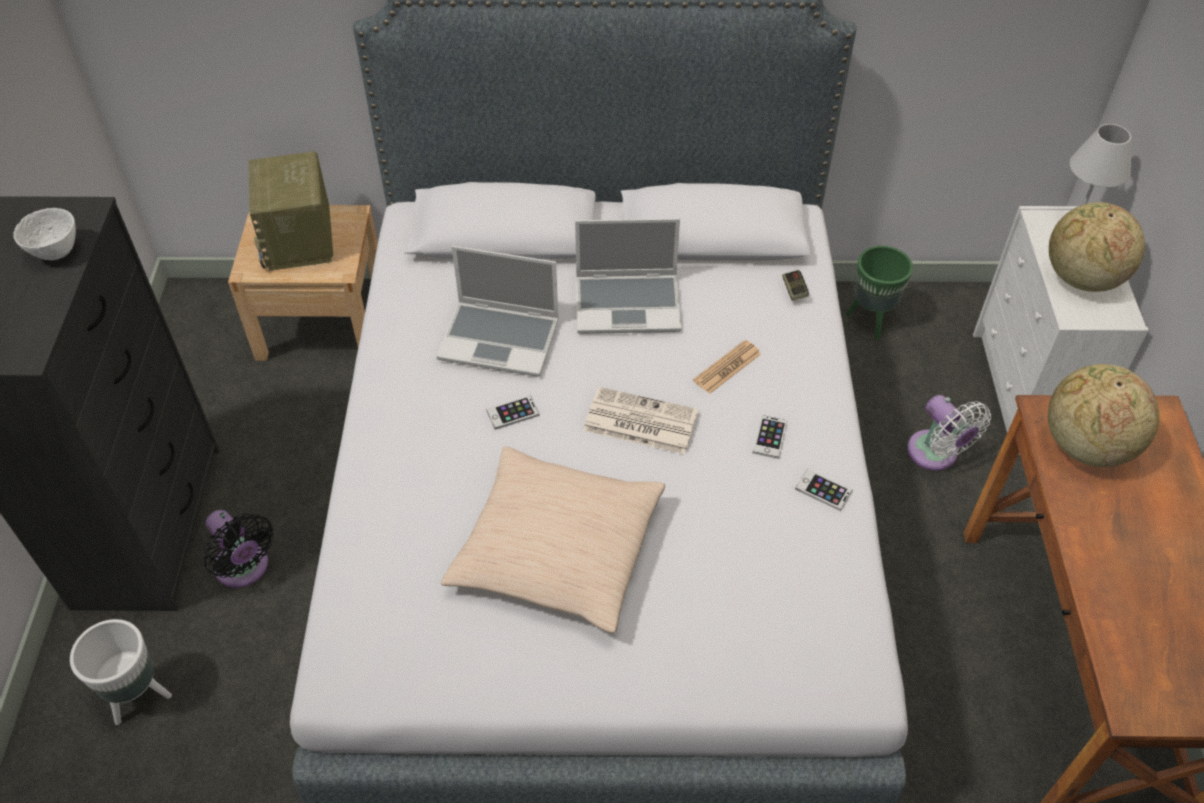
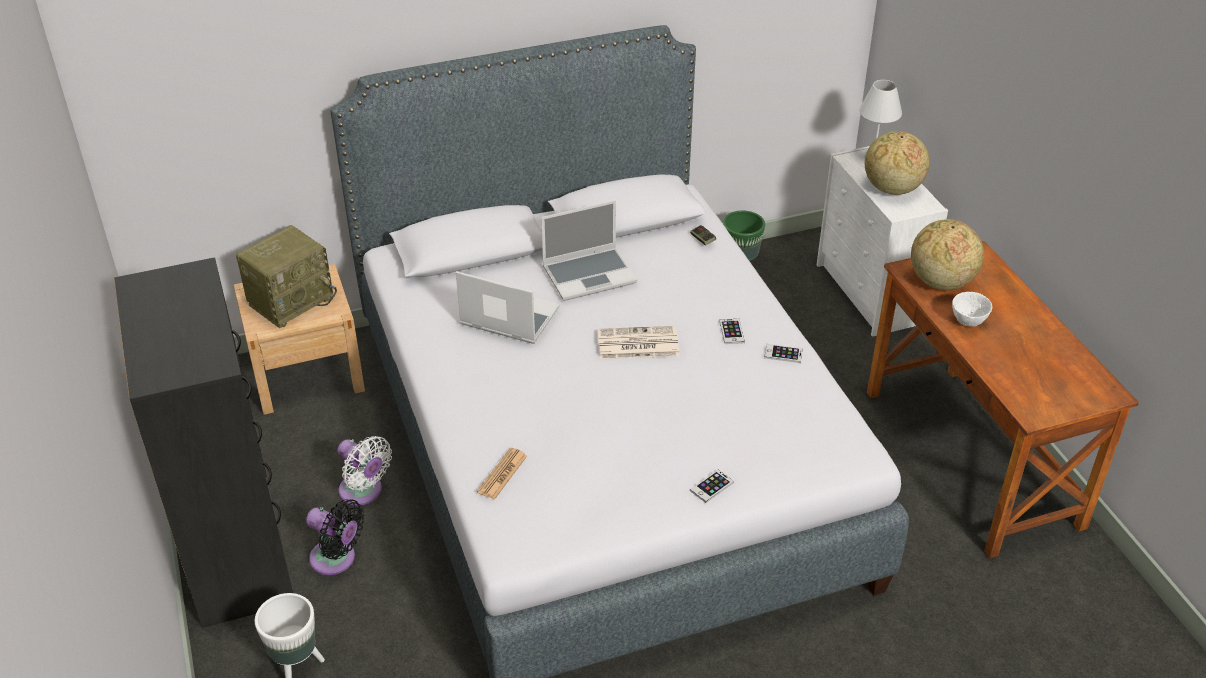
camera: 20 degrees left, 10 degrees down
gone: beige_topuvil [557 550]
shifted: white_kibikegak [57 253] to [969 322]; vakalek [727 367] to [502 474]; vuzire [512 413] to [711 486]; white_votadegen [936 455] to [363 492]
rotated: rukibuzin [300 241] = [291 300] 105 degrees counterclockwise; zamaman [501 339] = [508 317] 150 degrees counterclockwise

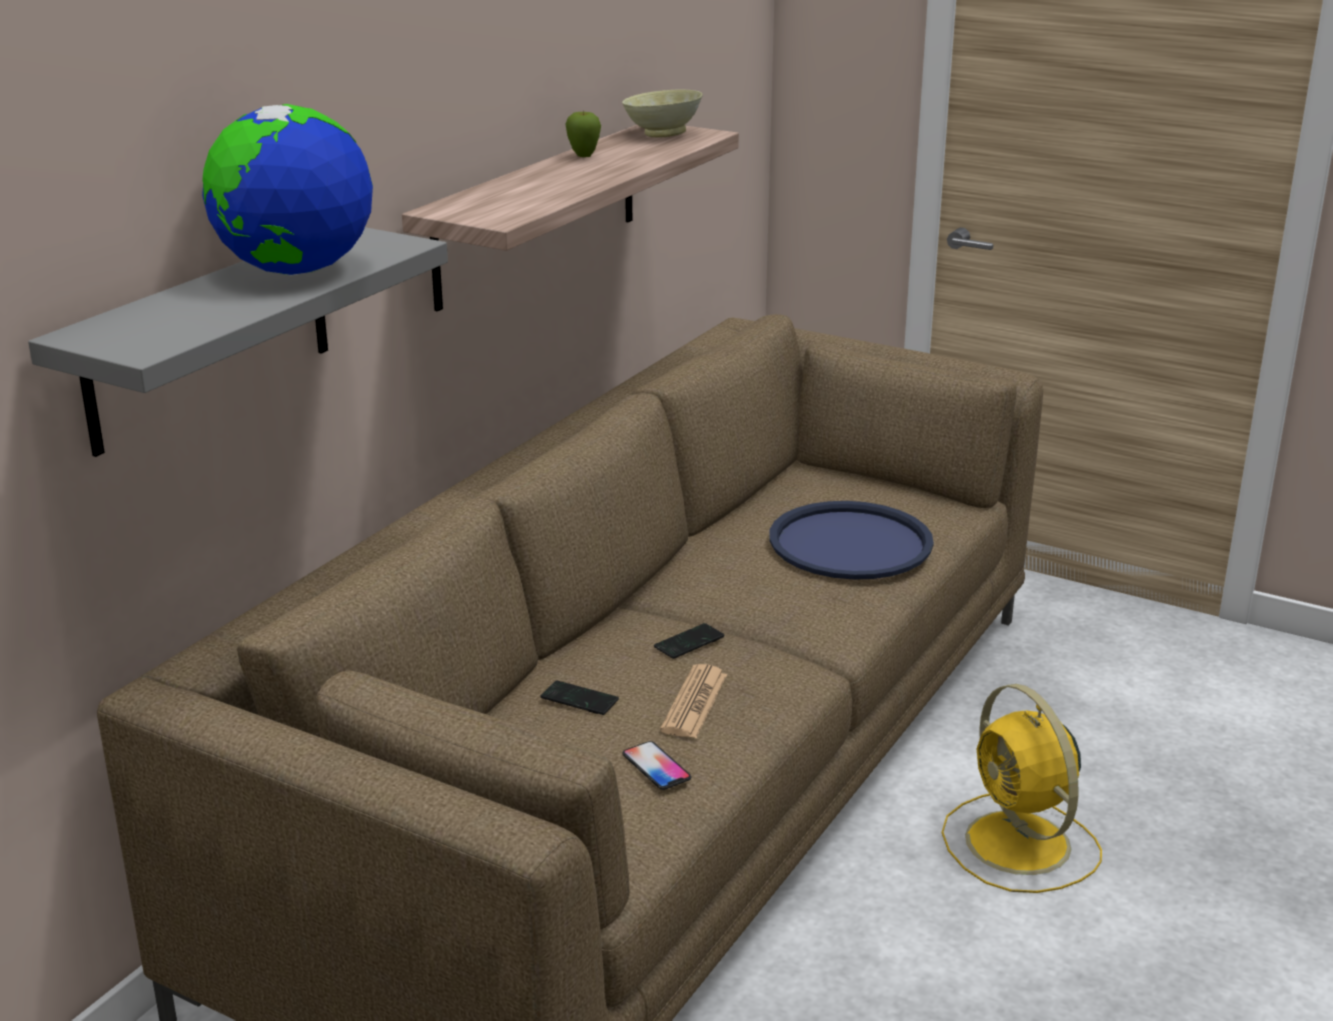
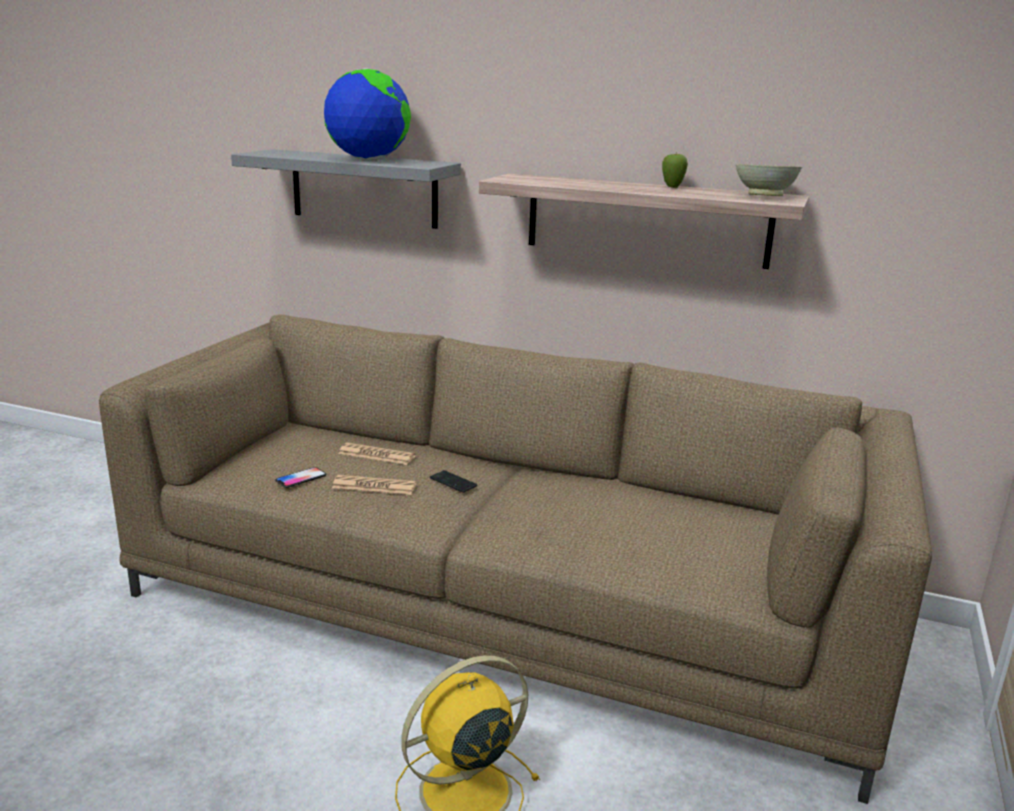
camera: 80 degrees right, 5 degrees down
gone: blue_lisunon [850 543]
swapped: vuzire [579 700] to vakalek [376 455]

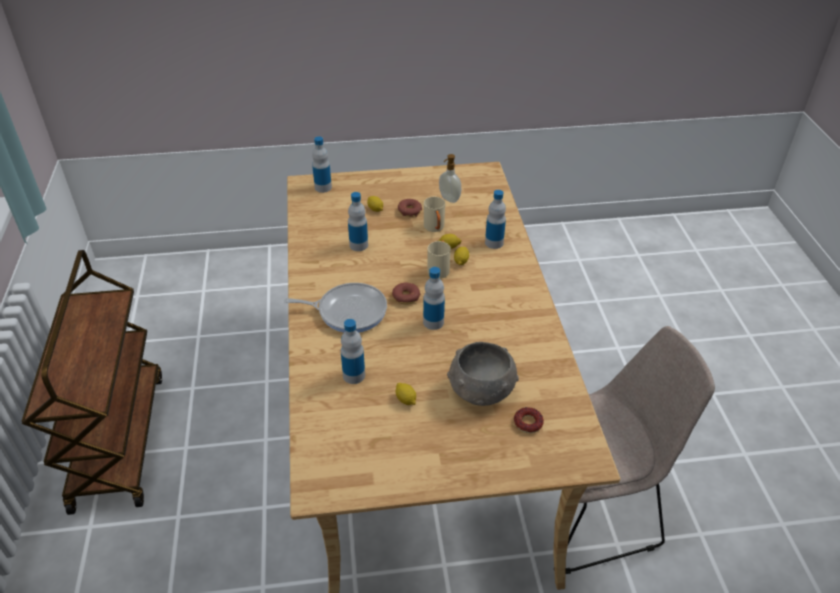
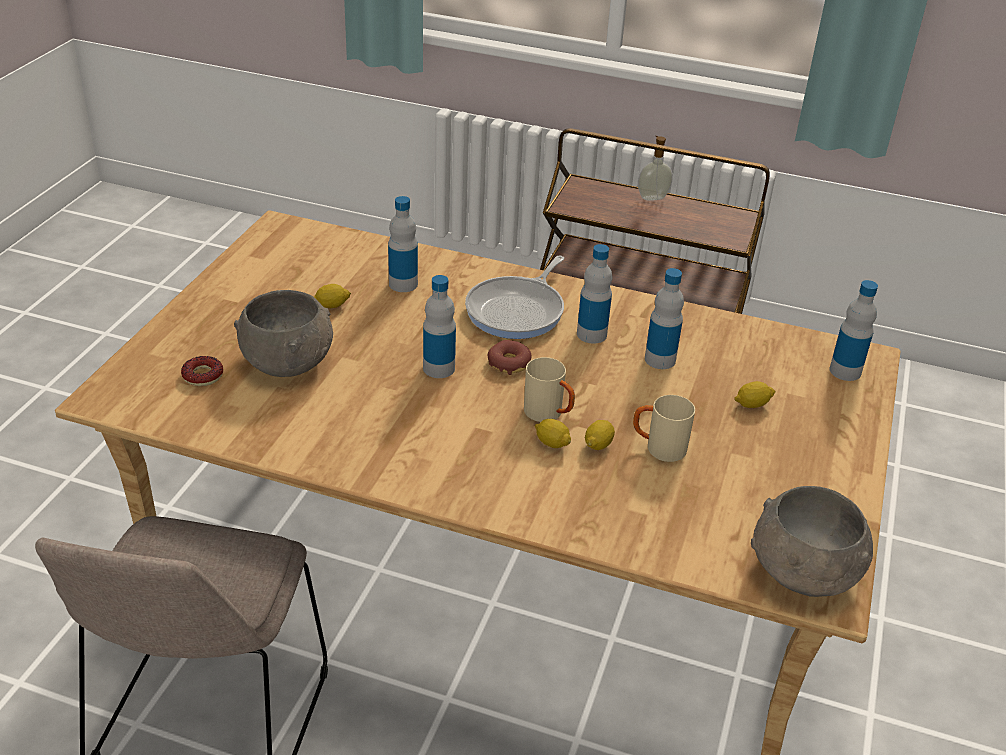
camera: 115 degrees right, 5 degrees down
gone: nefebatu [409 211]
new: grey_kibikegak [803 572]
shifted: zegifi [449 199] to [652 197]; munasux [494 243] to [591 334]

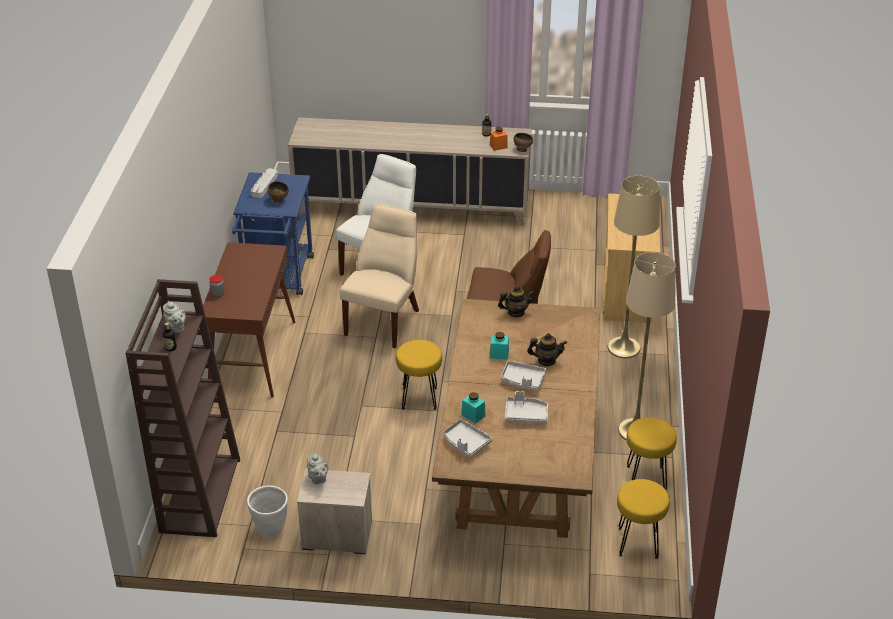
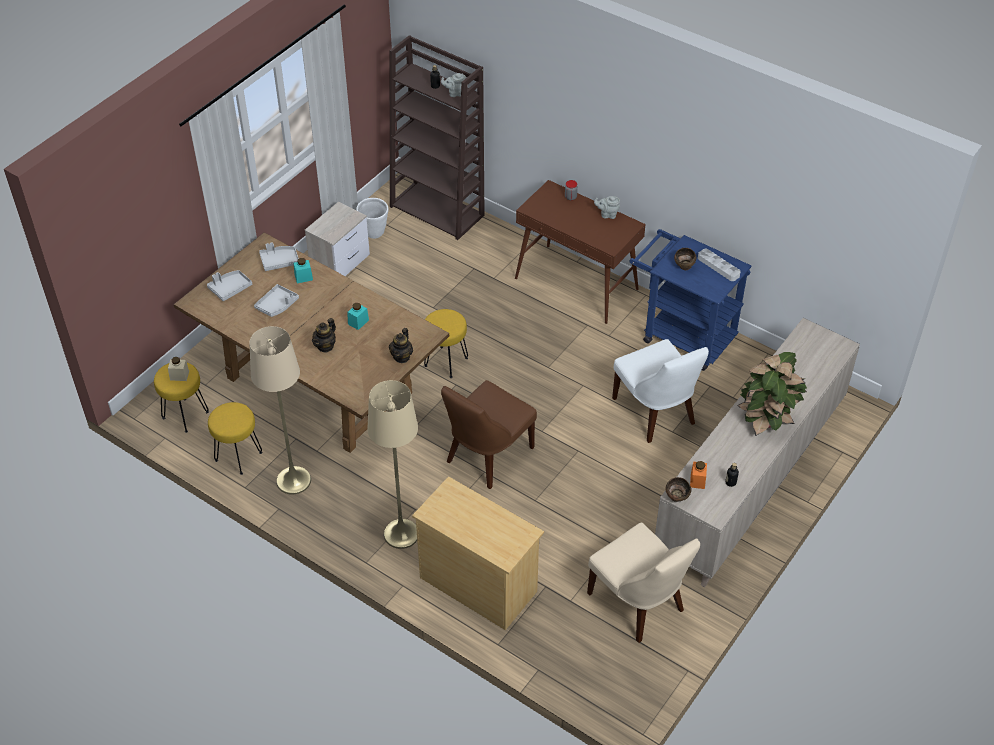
camera: 120 degrees right, 10 degrees up
new: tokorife [766 422]; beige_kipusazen [179 375]
shifted: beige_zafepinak [384 320] to [638 604]; grey_lisunon [523 381] to [230 288]; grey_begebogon [318 479] to [607 214]

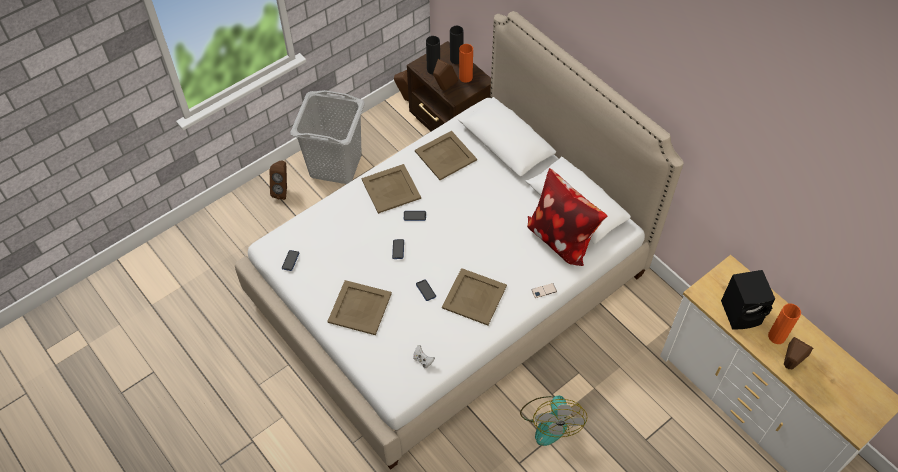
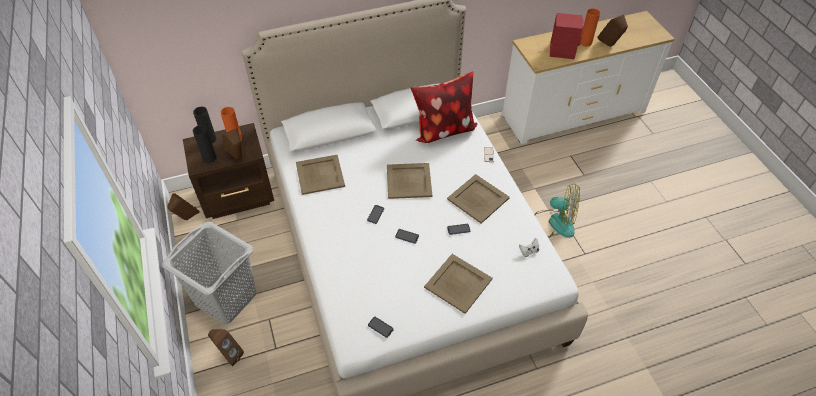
camera: 70 degrees left, 5 degrees down
shifted: beige_lisunon [391 189] to [409 180]
repainted: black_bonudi [742 313] to red_bonudi [562 50]

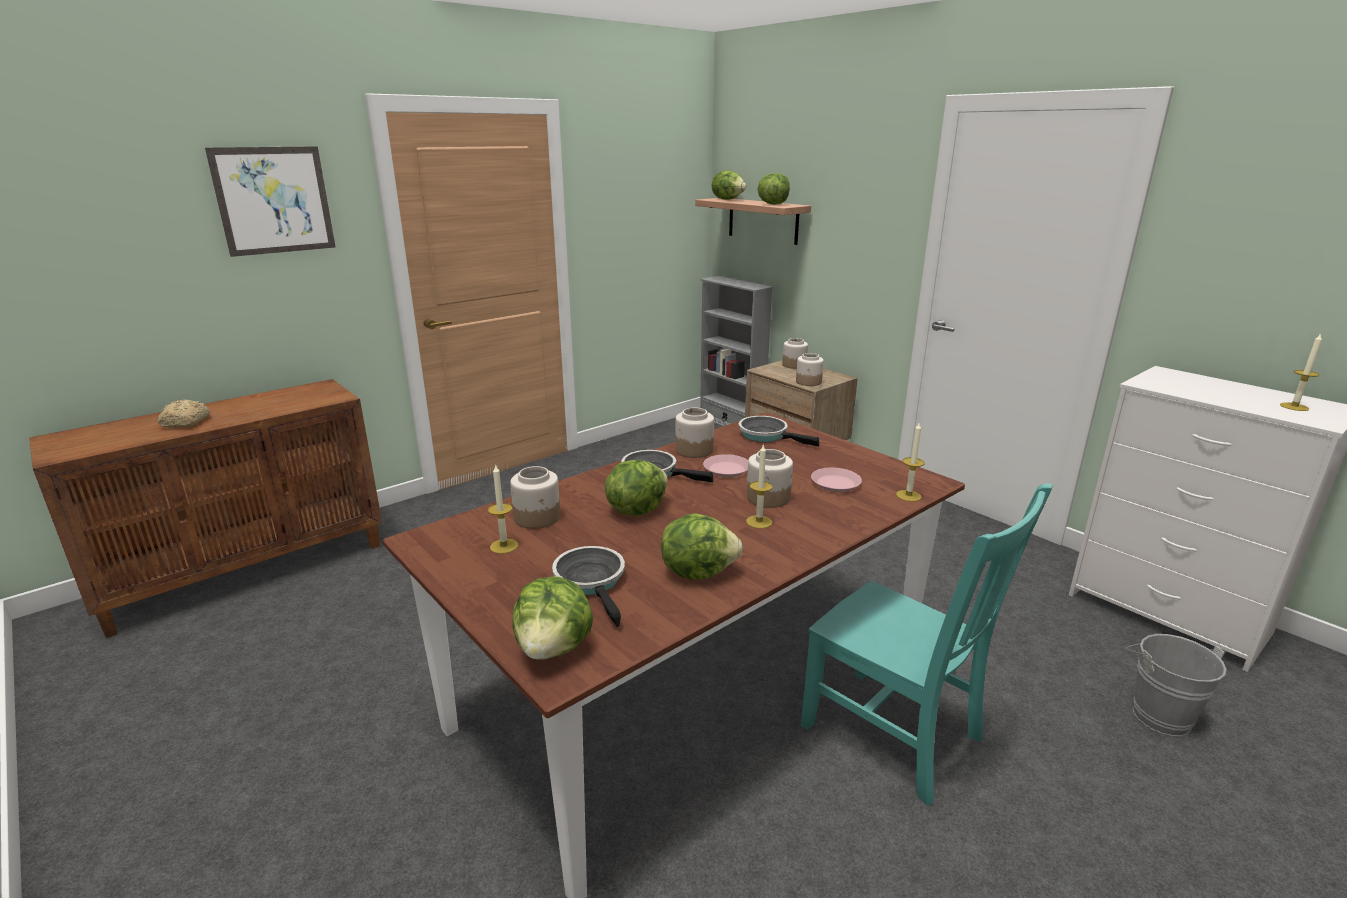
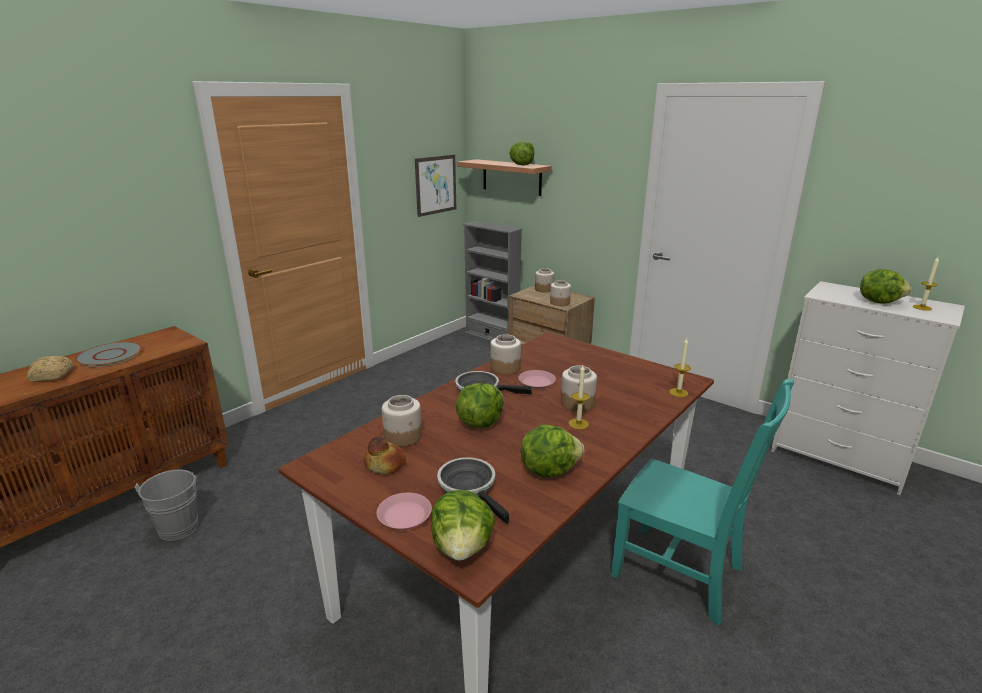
camera: 10 degrees left, 0 degrees up
gone: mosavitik [767 435]
new: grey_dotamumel [109 355]
shifted: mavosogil [274 200] to [436 185]; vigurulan [728 199] to [879 301]; pink_dotamumel [836 484] to [405 515]; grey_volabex [1157 712] to [179 525]
swapped: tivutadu [504 546] to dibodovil [385 464]

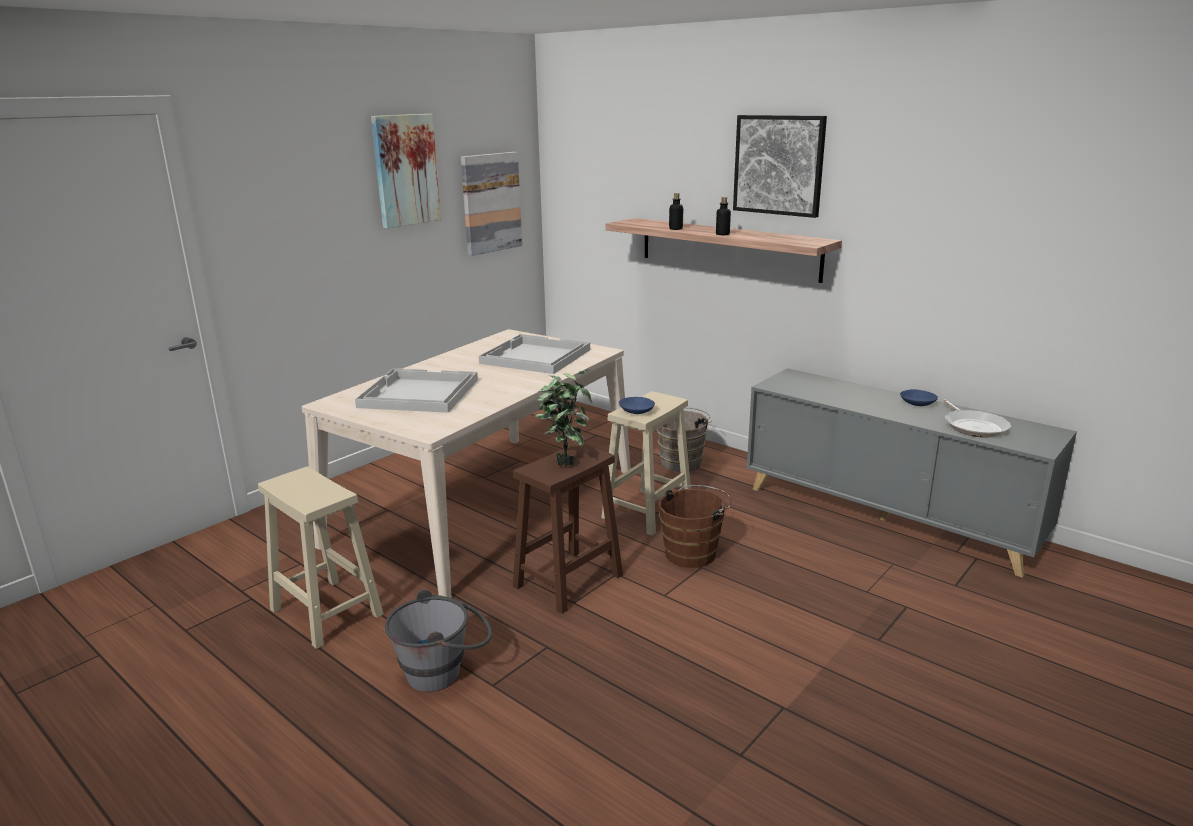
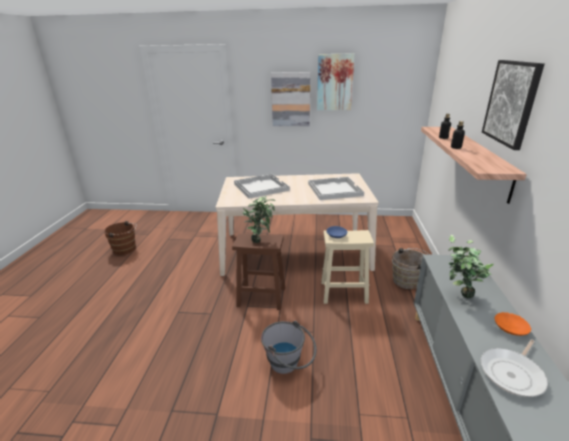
camera: 55 degrees right, 5 degrees up
gone: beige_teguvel [325 612]
new: tokorife [459 296]
shifted: mavosogil [491 203] to [291 99]; brown_volabex [693 552] to [126 249]; grey_volabex [444 671] to [289 365]
repainted: blue_kibikegak [917 403] to orange_kibikegak [510 328]

